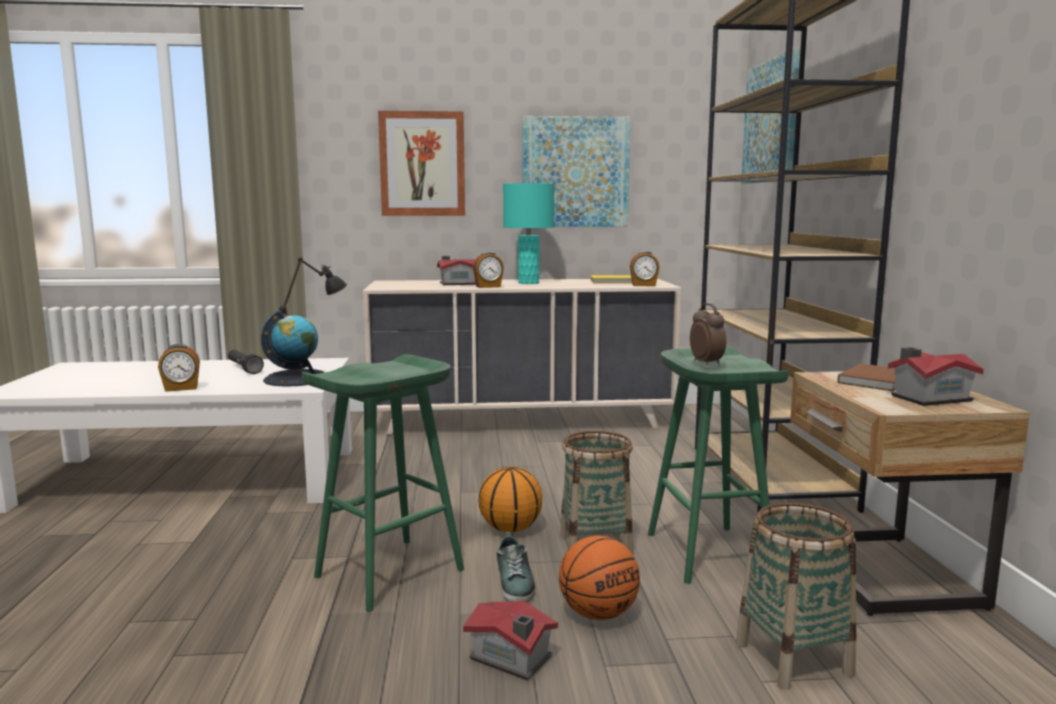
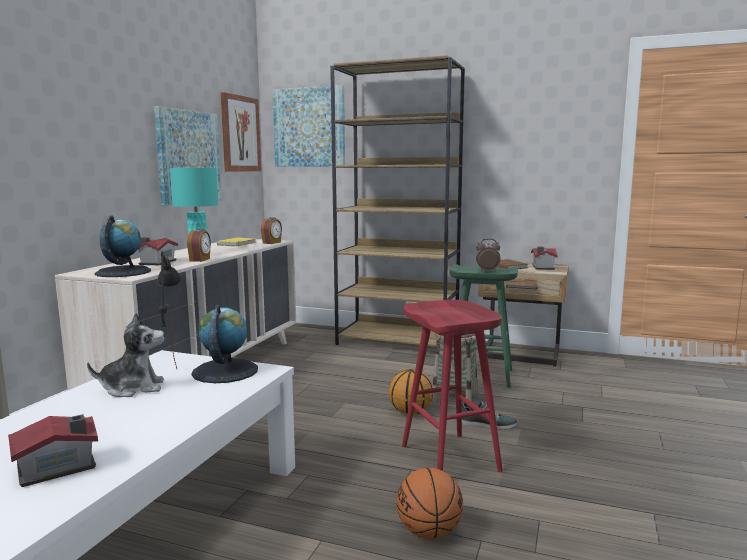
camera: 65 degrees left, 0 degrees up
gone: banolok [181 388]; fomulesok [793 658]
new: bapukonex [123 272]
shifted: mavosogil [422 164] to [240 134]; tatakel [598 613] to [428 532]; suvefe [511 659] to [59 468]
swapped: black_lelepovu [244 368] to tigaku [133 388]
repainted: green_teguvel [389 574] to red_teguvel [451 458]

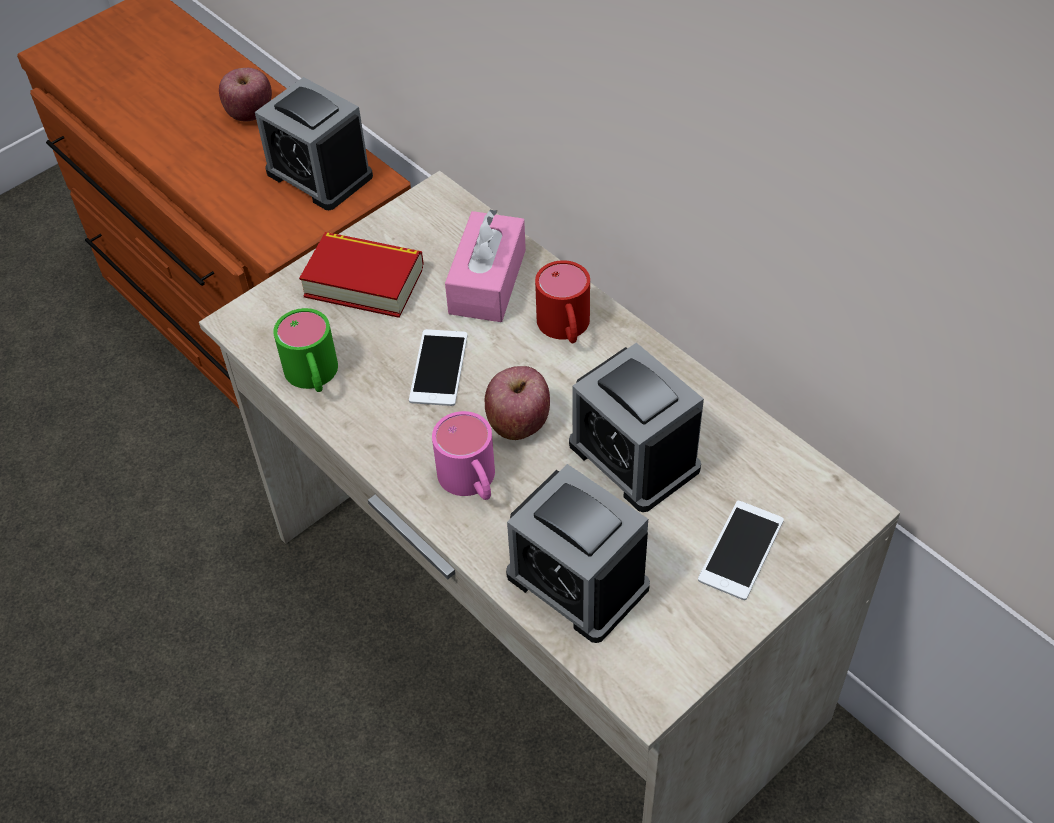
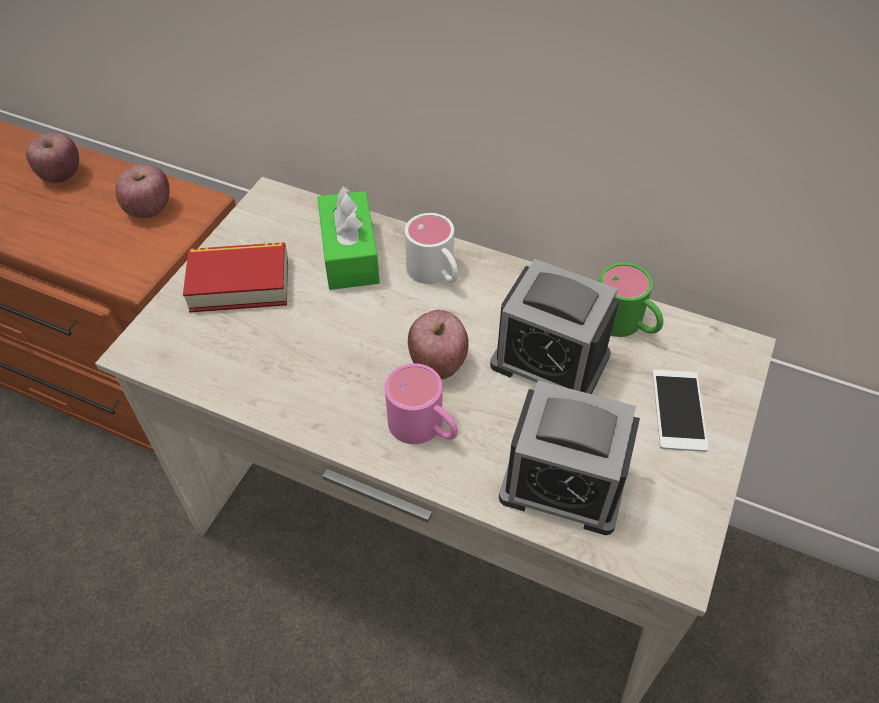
camera: 25 degrees left, 0 degrees up
gone: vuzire [438 368]
shifted: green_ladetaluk [314 377] to [626 324]
swapped: banolok [319 174] to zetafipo [149 209]
repainted: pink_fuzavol [487 281] to green_fuzavol [349 254]; red_ladetaluk [565 329] to white_ladetaluk [436 274]

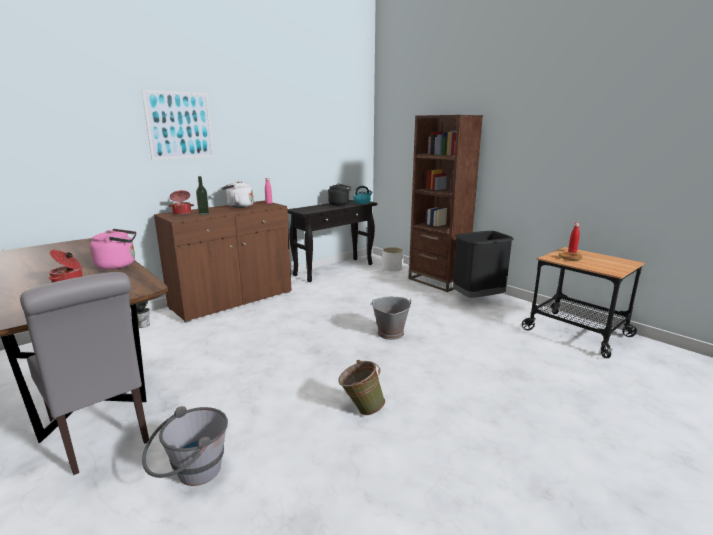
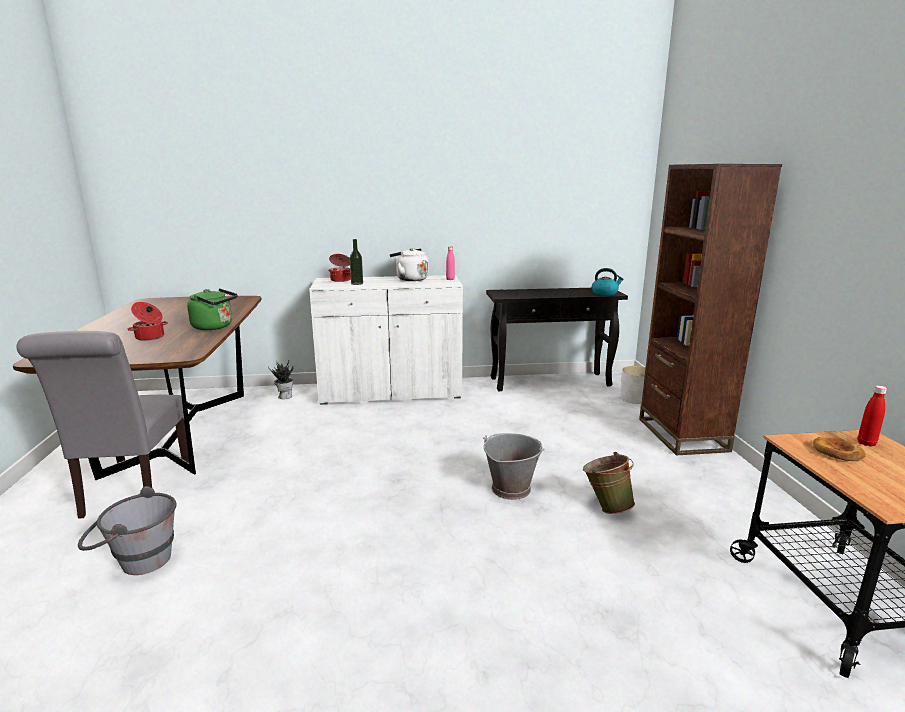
camera: 35 degrees right, 0 degrees up
gone: mavosogil [180 125]; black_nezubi [340 204]; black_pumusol [478 299]
shifted: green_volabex [361 409] to [606 507]
repainted: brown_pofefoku [232 300] to white_pofefoku [391 392]; pink_nezubi [119 265] to green_nezubi [215 327]

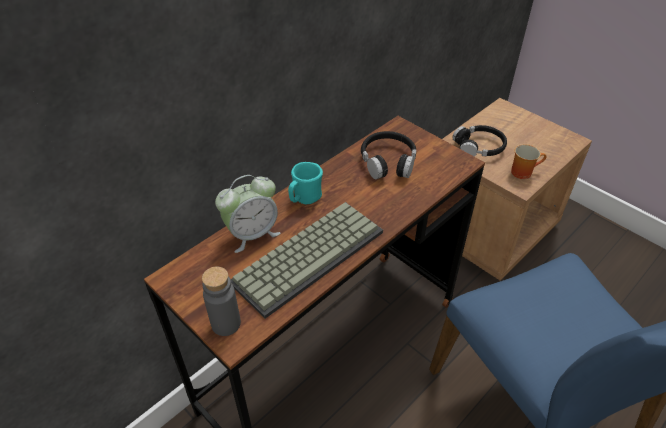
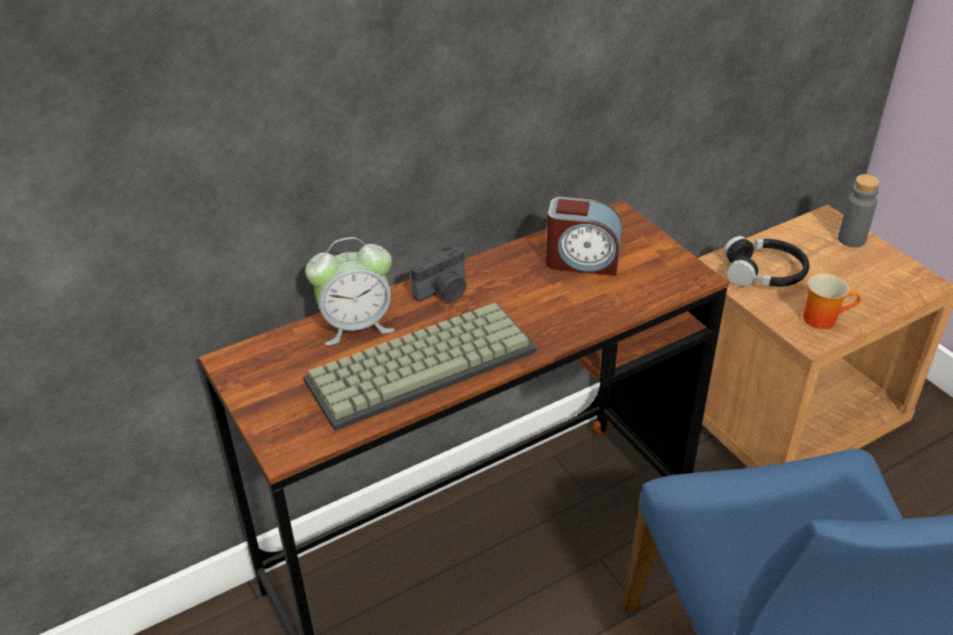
camera: 15 degrees right, 5 degrees down
shifted: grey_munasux [226 323] to [851 239]
swapped: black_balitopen [388 162] to banolok [582 261]; turquoise_ladetaluk [304 199] to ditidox [444 292]

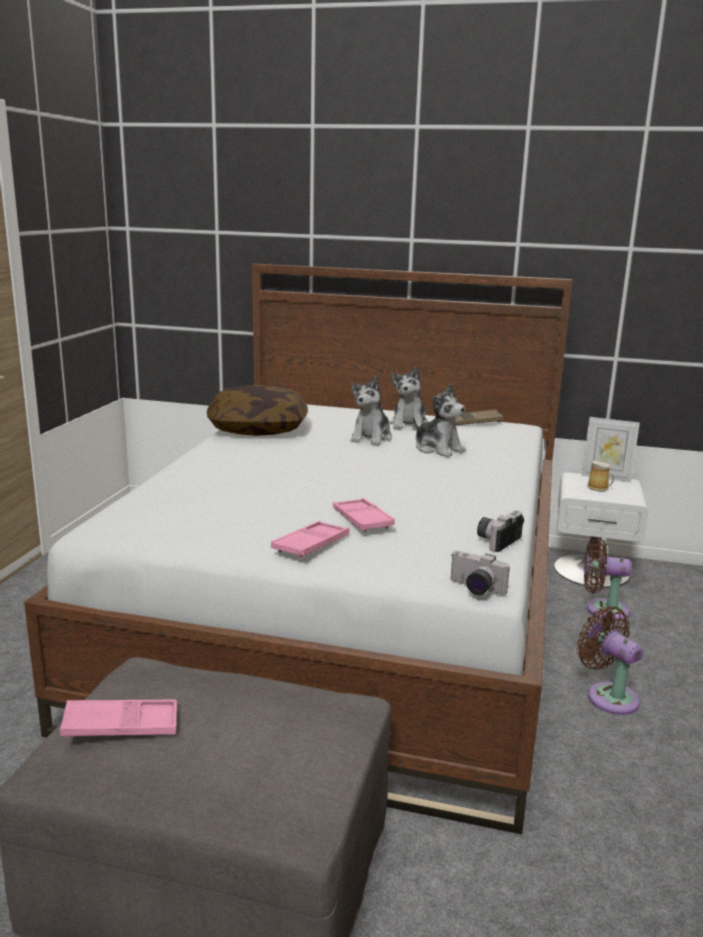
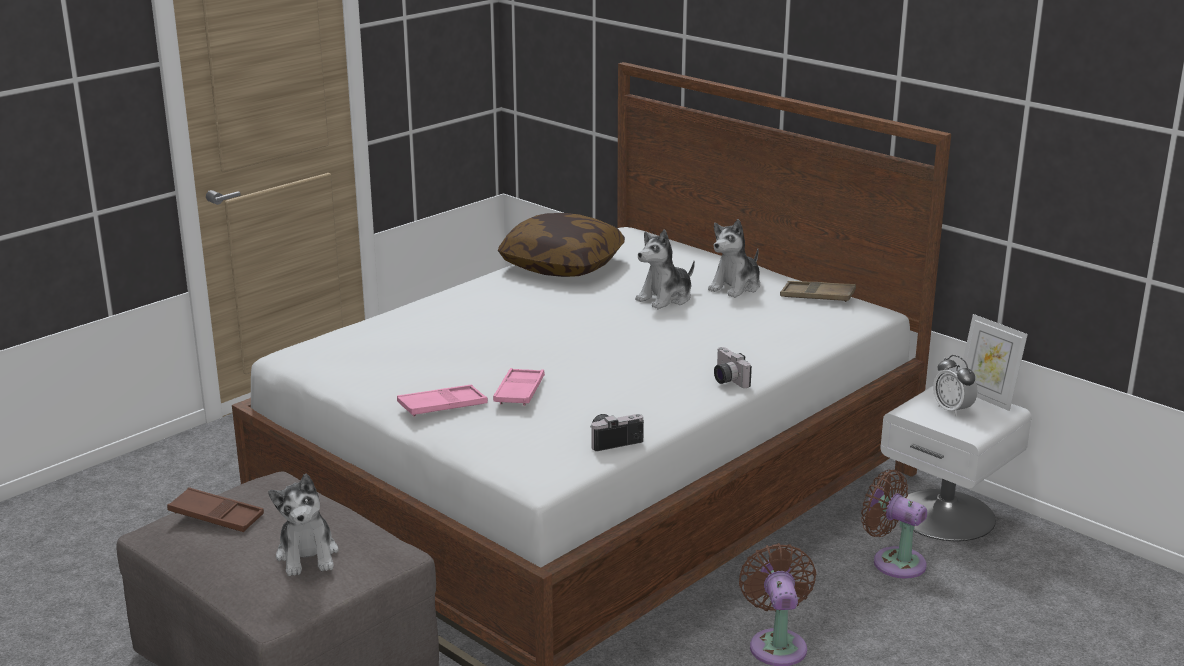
camera: 30 degrees right, 5 degrees up
shifted: tigaku [438 449] to [308 555]; ditidox [475 589] to [726 380]
swapped: ladetaluk [599 488] to banolok [952 410]
repainted: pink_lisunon [121 726] to brown_lisunon [216 516]

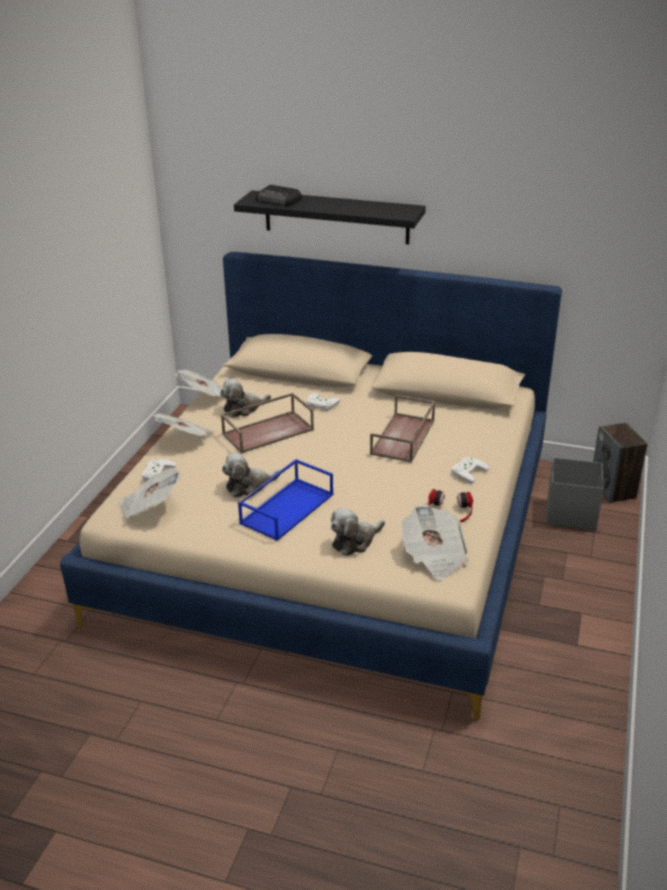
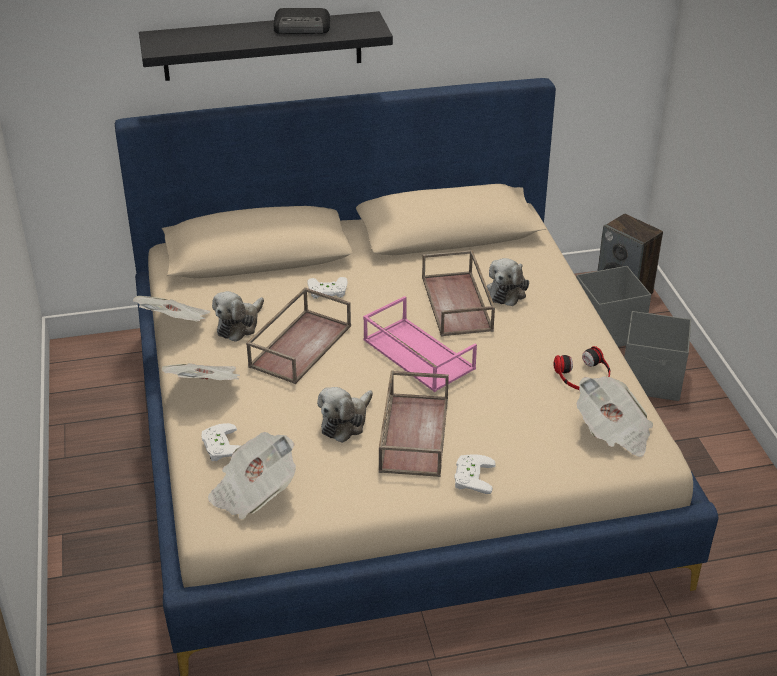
camera: 30 degrees left, 5 degrees up
new: pink_lisunon [417 354]; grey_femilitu [652 380]
shifted: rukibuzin [279 200] to [303 27]; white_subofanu [467 471] to [471 476]; tigaku [355 541] to [507 291]
repainted: blue_lisunon [287 508] to brown_lisunon [413 433]

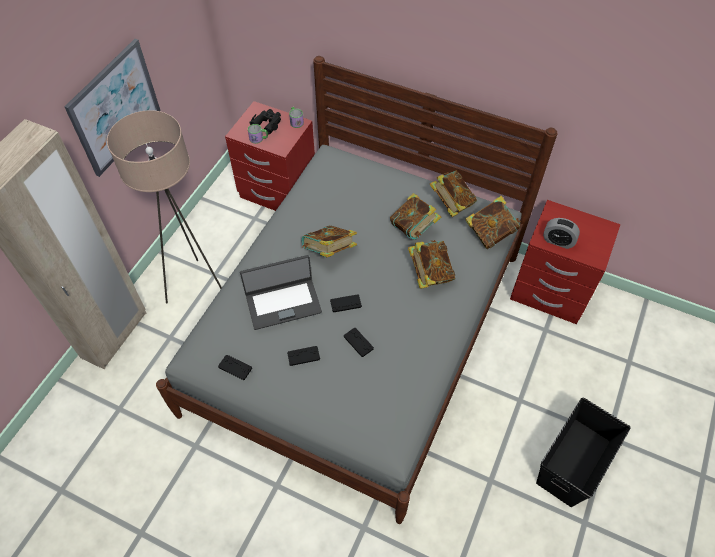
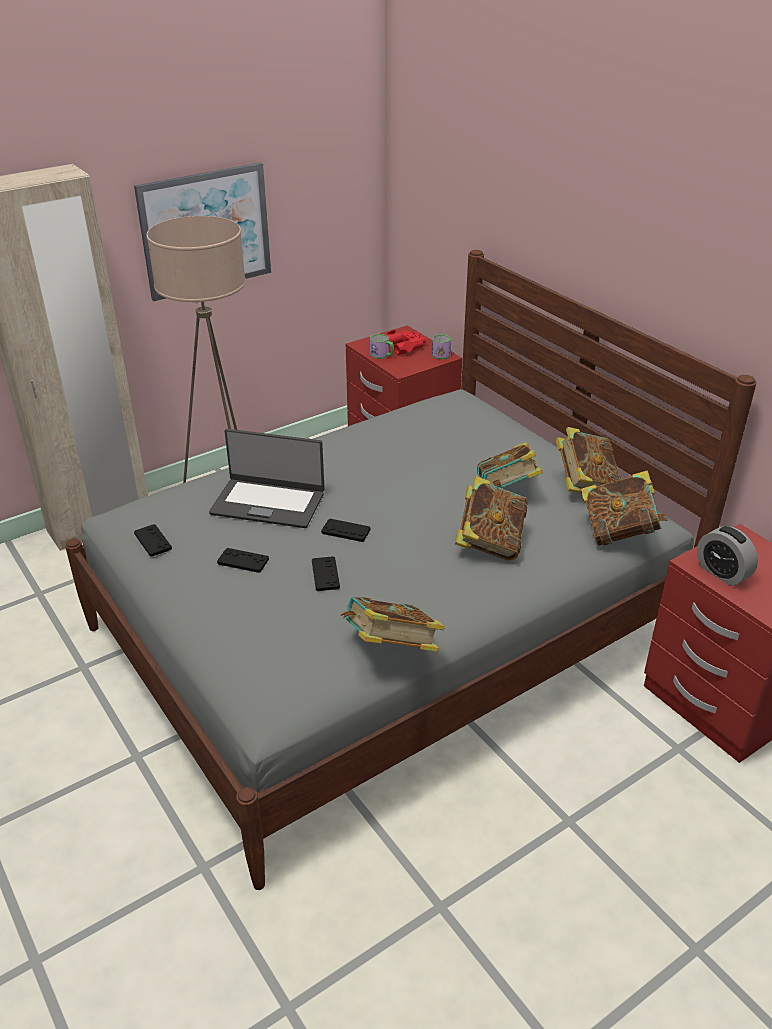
camera: 30 degrees right, 20 degrees down
gone: black_femilitu [574 461]
shifted: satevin [329 252] to [391 649]
repainted: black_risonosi [267 123] to red_risonosi [405 346]

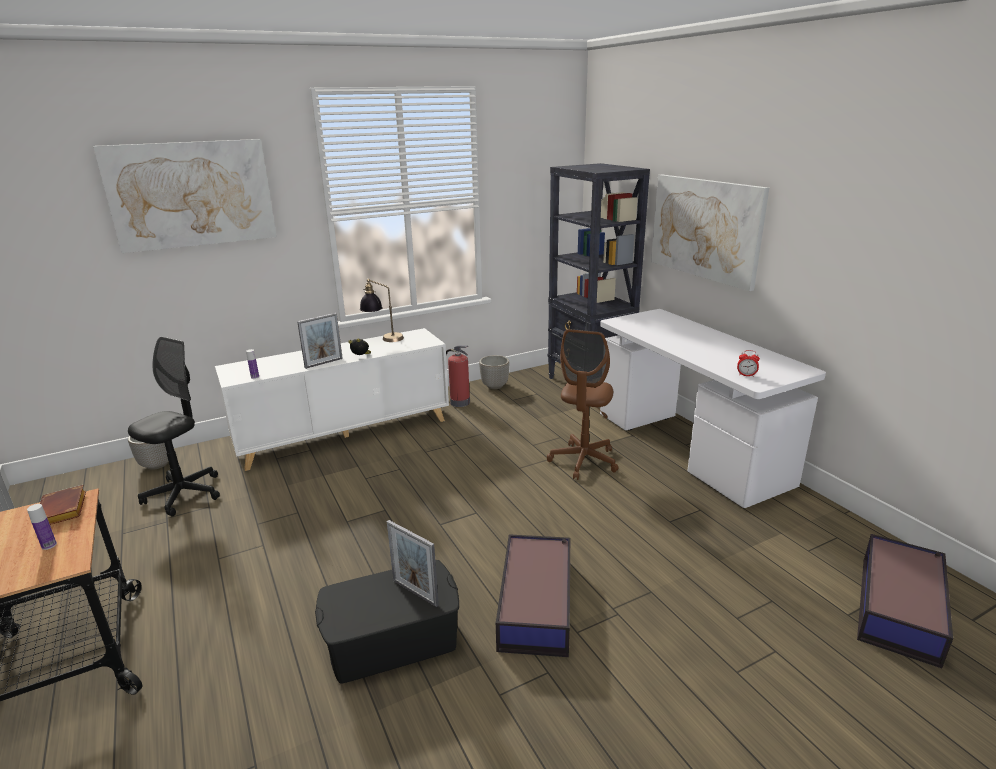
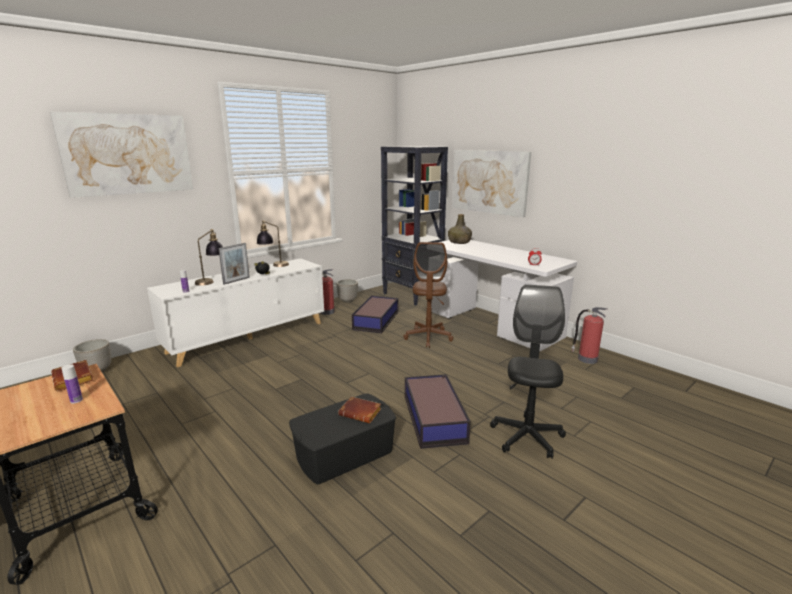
camera: 15 degrees left, 5 degrees down
new: green_munasux [459 242]; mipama [211 281]; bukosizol [586 359]
shifted: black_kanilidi [184 494] to [527 437]; femilitu [899 607] to [376 320]
swapped: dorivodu [415 592] to brown_satevin [361 413]

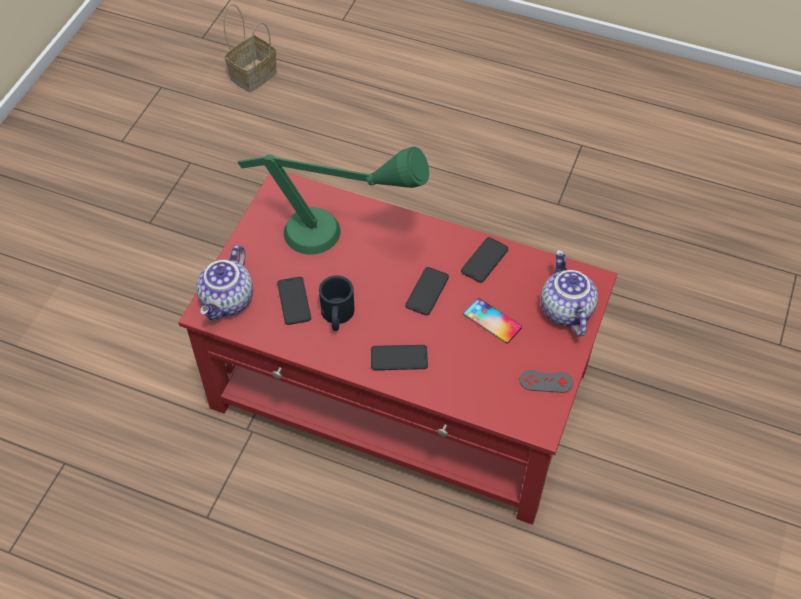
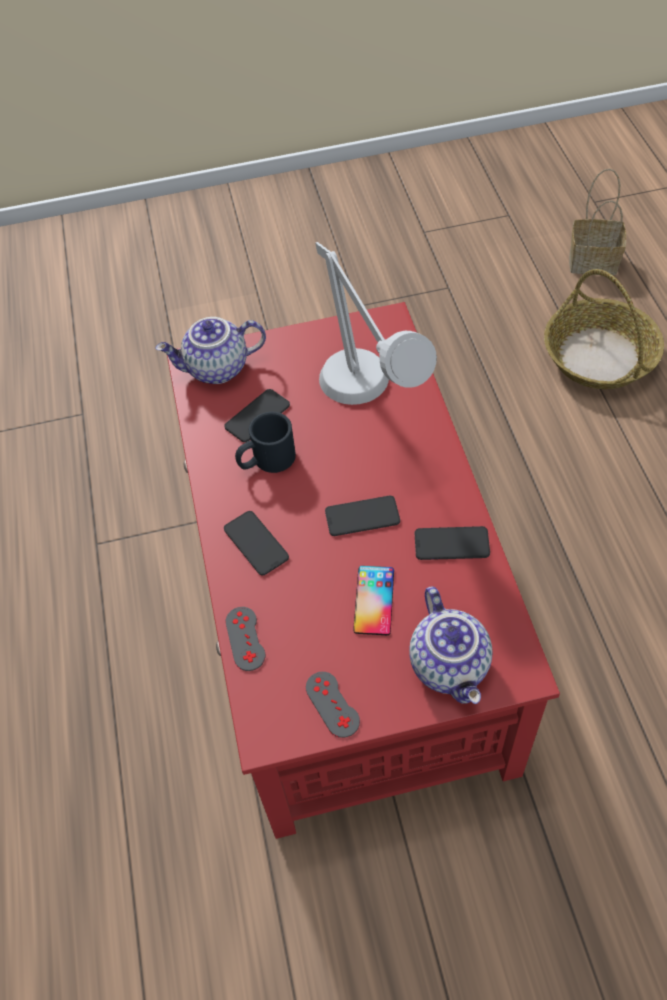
camera: 60 degrees right, 0 degrees up
new: fomulesok [600 357]; grey_subofanu [245 638]
repainted: green_mipama [341 237] to grey_mipama [367 403]
rotated: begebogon [564 310] = [451 665] 120 degrees clockwise

